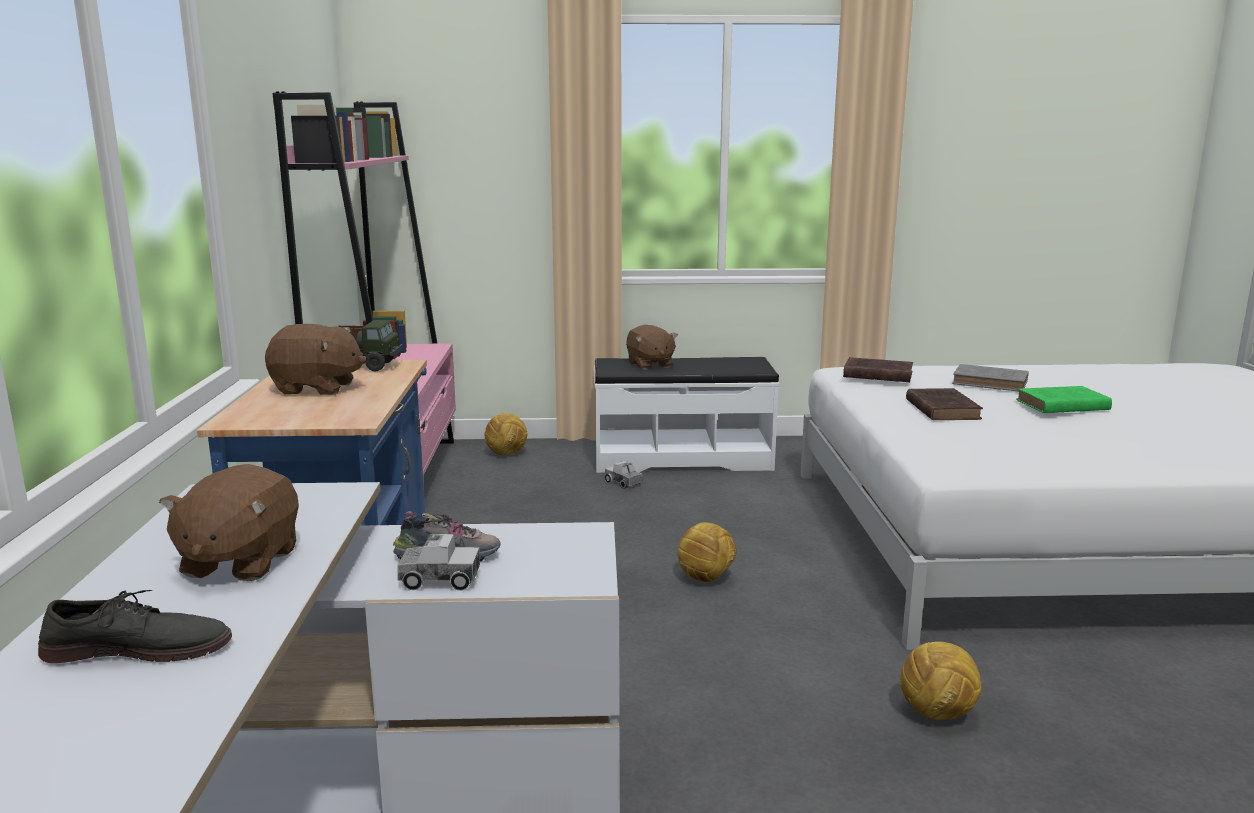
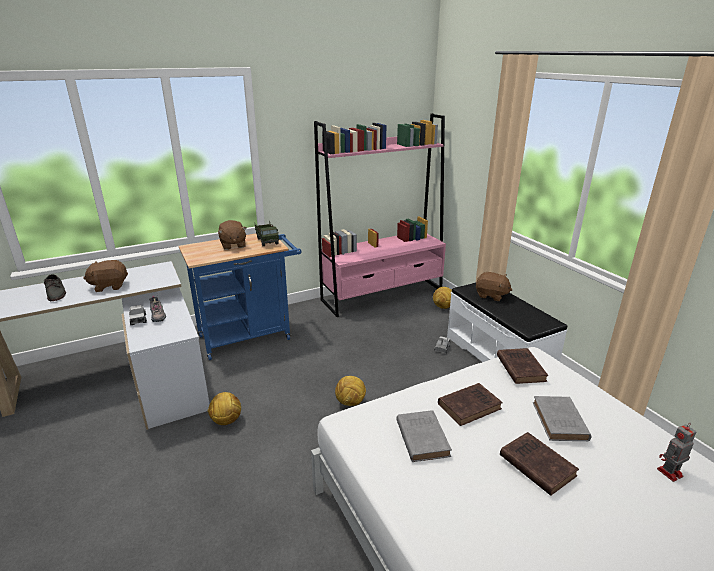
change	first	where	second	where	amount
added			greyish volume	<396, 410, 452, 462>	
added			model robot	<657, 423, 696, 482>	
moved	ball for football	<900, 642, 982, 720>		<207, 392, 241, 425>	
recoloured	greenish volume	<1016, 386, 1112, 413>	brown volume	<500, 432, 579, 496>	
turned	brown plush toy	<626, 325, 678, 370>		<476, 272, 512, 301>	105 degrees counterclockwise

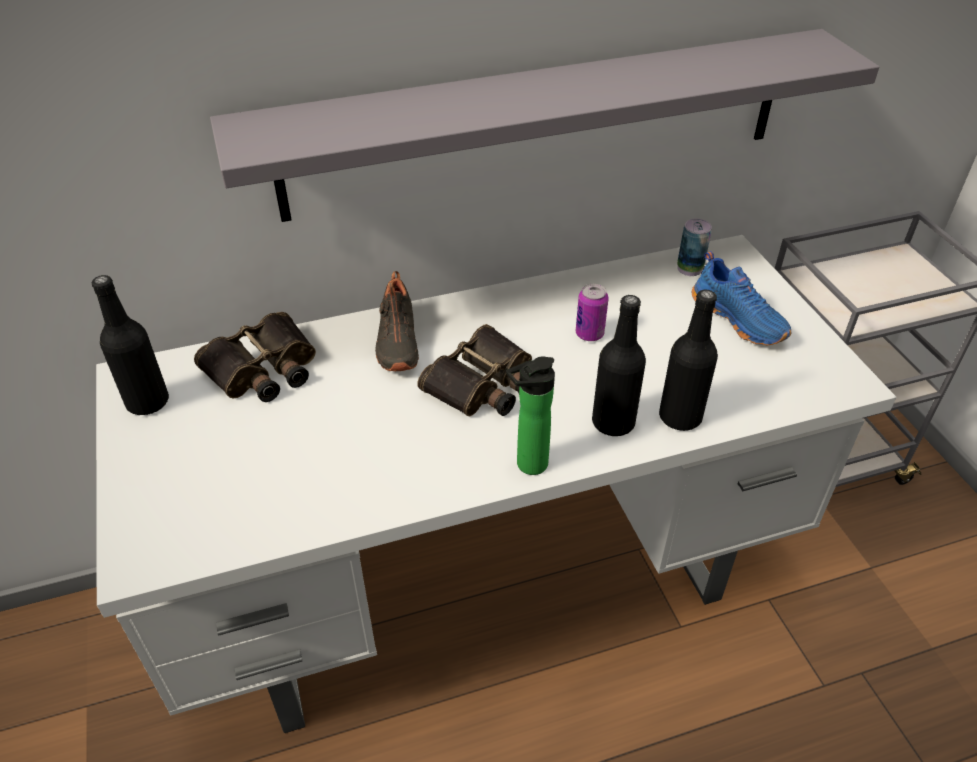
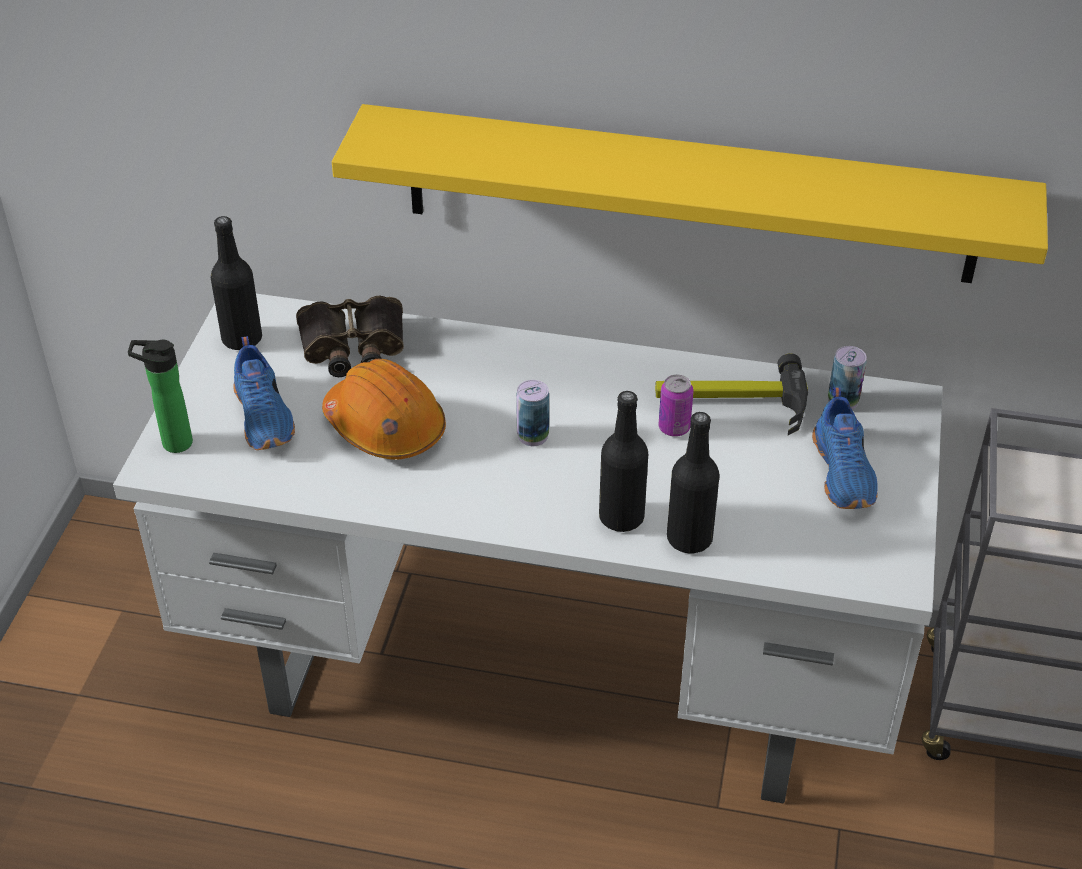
change	first	where	second	where	amount
removed	black-coloured low shoe	<375, 271, 419, 371>			
added			blue-coloured low shoe	<233, 336, 295, 450>	
added			orangey work helmet	<322, 359, 446, 460>	
added			tool hammer	<655, 353, 808, 435>	
moved	drink bottle	<506, 356, 555, 475>		<128, 340, 193, 453>	
replaced	field glasses	<417, 324, 532, 416>	metal can	<516, 380, 549, 446>	
recoloured	greyish bracket shelf	<210, 29, 879, 222>	yellow-coloured bracket shelf	<332, 104, 1048, 283>	

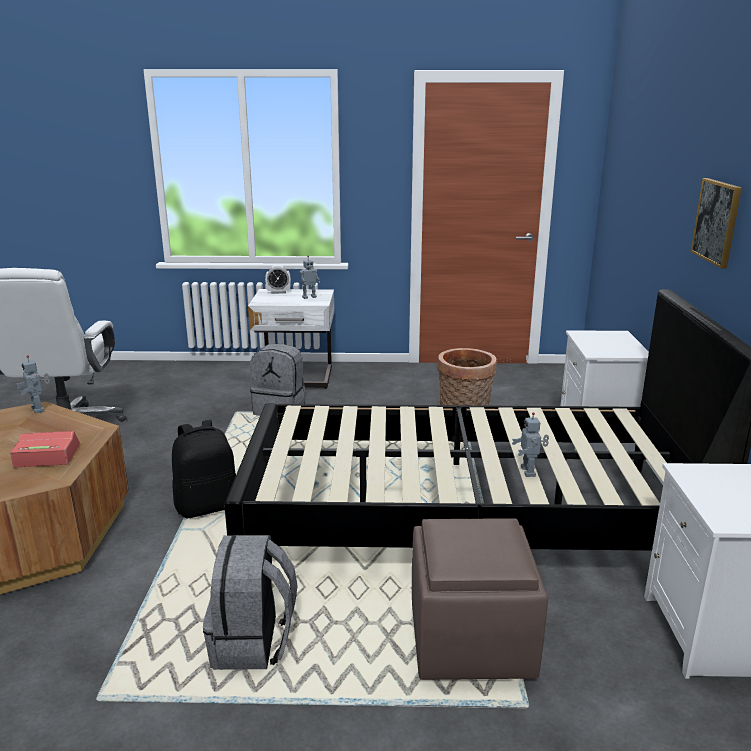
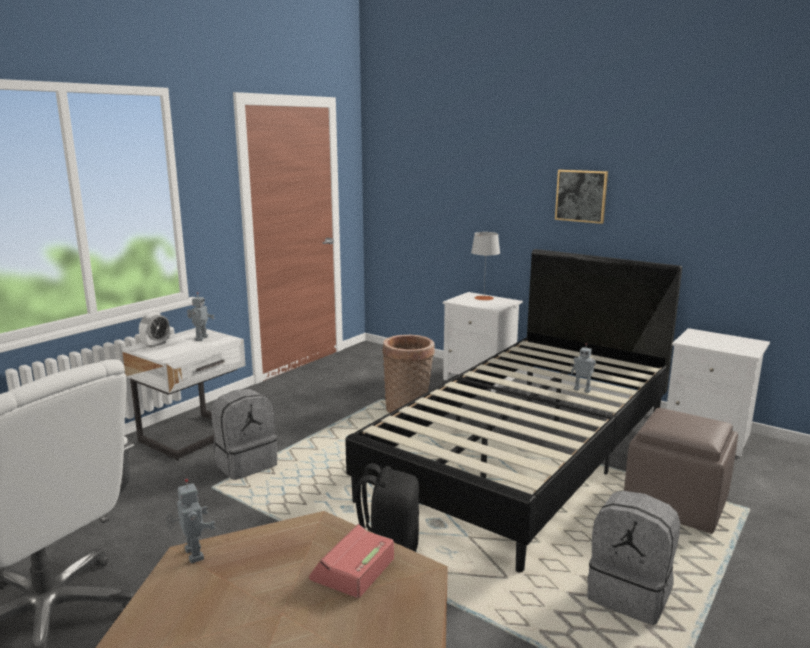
change	first	where	second	where	amount
added			greyish table lamp	<471, 232, 500, 300>	
turned	model robot	<16, 355, 50, 414>		<165, 479, 215, 563>	120 degrees counterclockwise

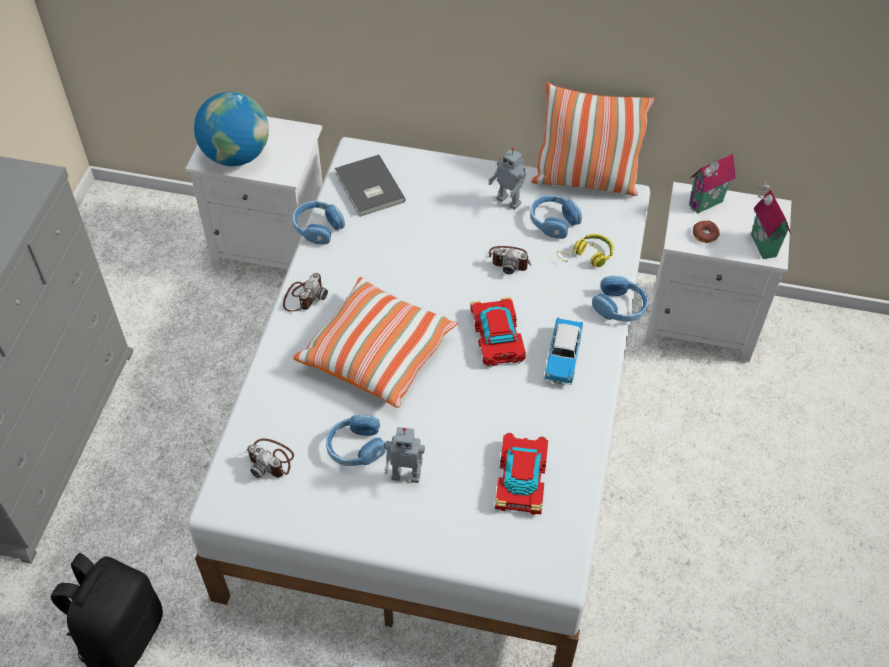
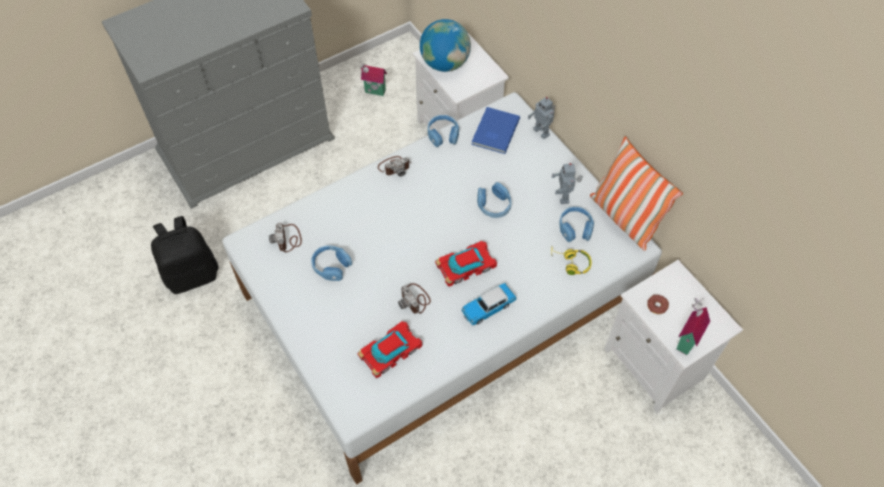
change	first	where	second	where	amount
removed	pillow	<293, 277, 458, 408>			
moved	model robot	<385, 427, 425, 483>		<527, 97, 555, 139>	
moved	still camera	<488, 246, 532, 274>		<398, 283, 431, 314>	
moved	blue-coloured headphones	<592, 276, 648, 322>		<477, 182, 511, 218>	
moved	miniature house	<689, 154, 736, 213>		<359, 62, 387, 96>	
recoloured	greyish volume	<335, 155, 406, 217>	blue-coloured volume	<471, 107, 520, 154>	
turned	toy car	<470, 297, 526, 367>		<435, 241, 497, 287>	150 degrees counterclockwise

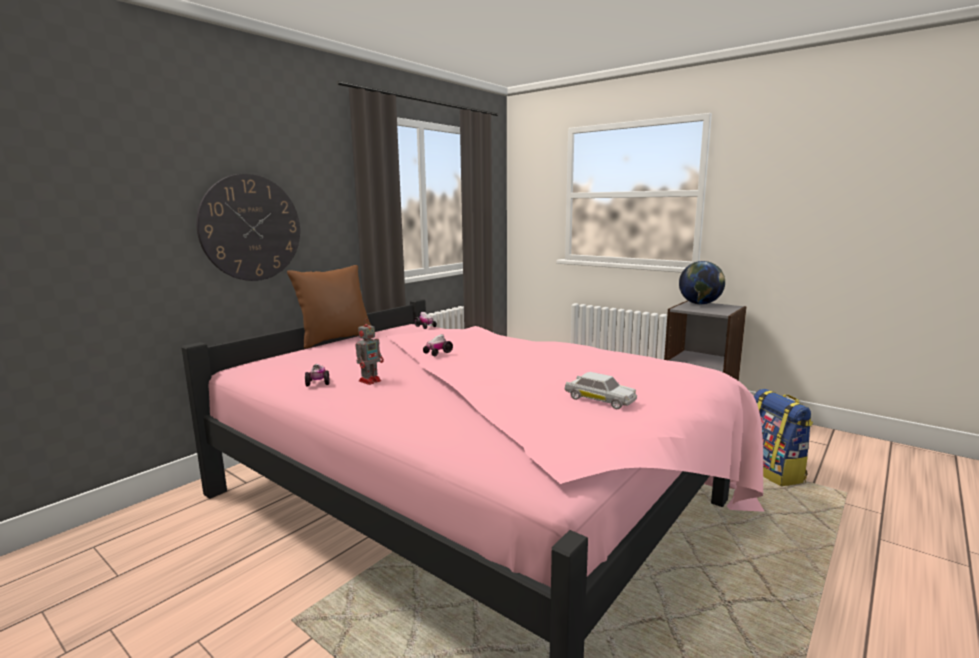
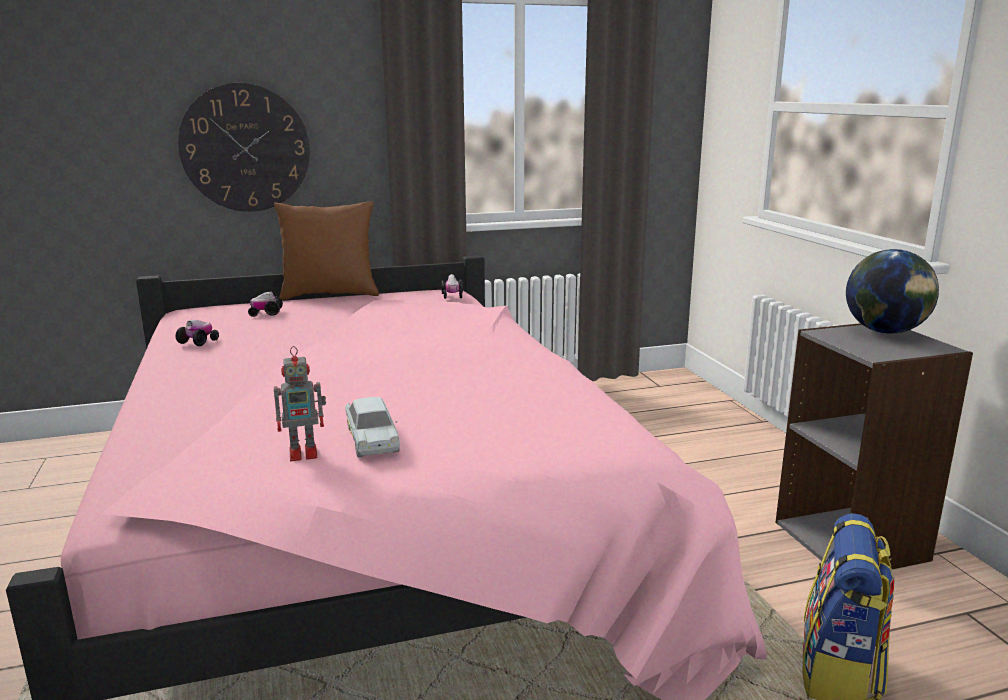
change	first	where	second	where	amount
moved	model robot	<356, 320, 384, 385>		<274, 346, 326, 461>	
moved	toy car	<423, 334, 453, 356>		<248, 292, 283, 317>	

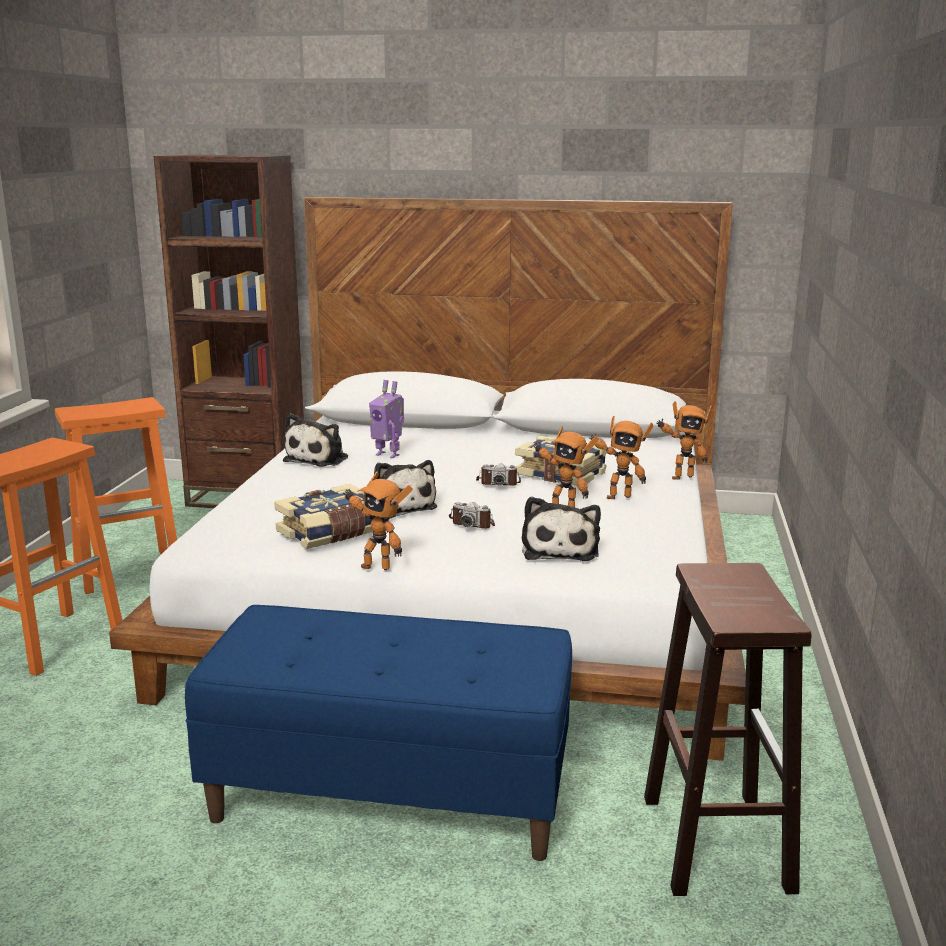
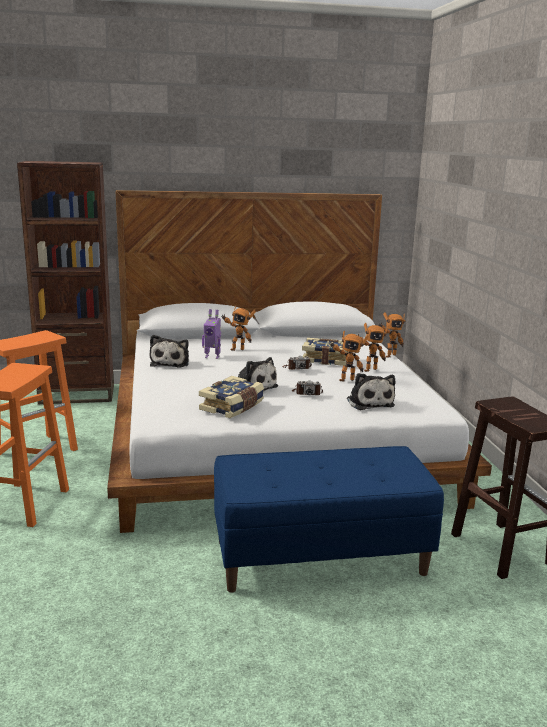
change	first	where	second	where	amount
moved	model robot	<343, 471, 413, 570>		<222, 306, 256, 351>	

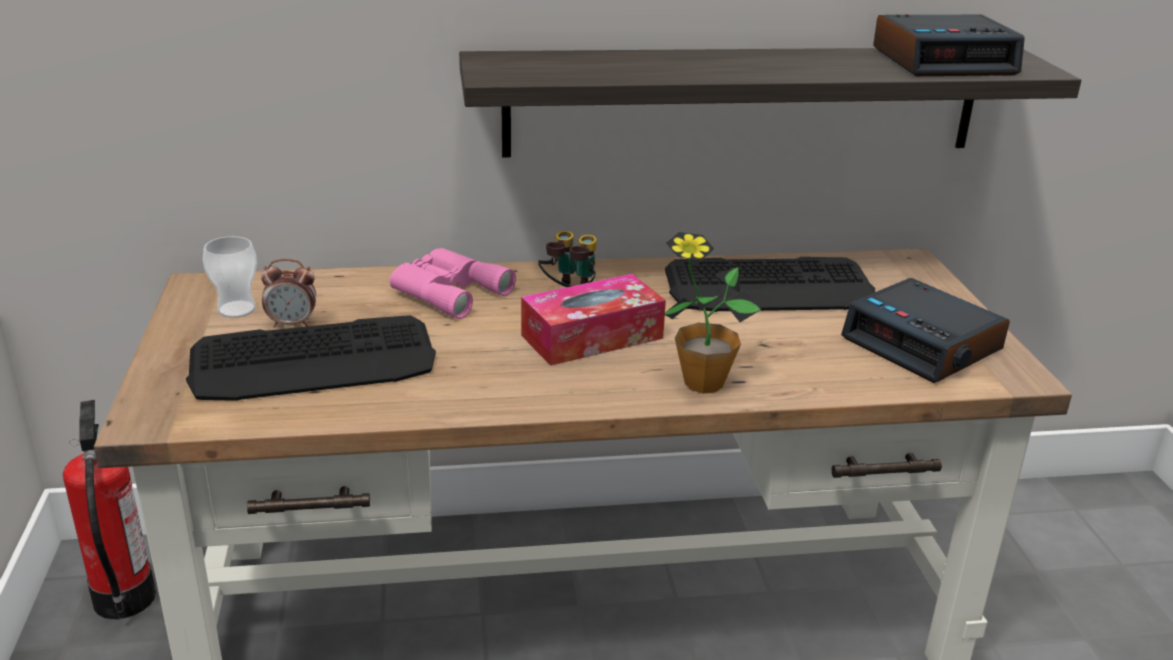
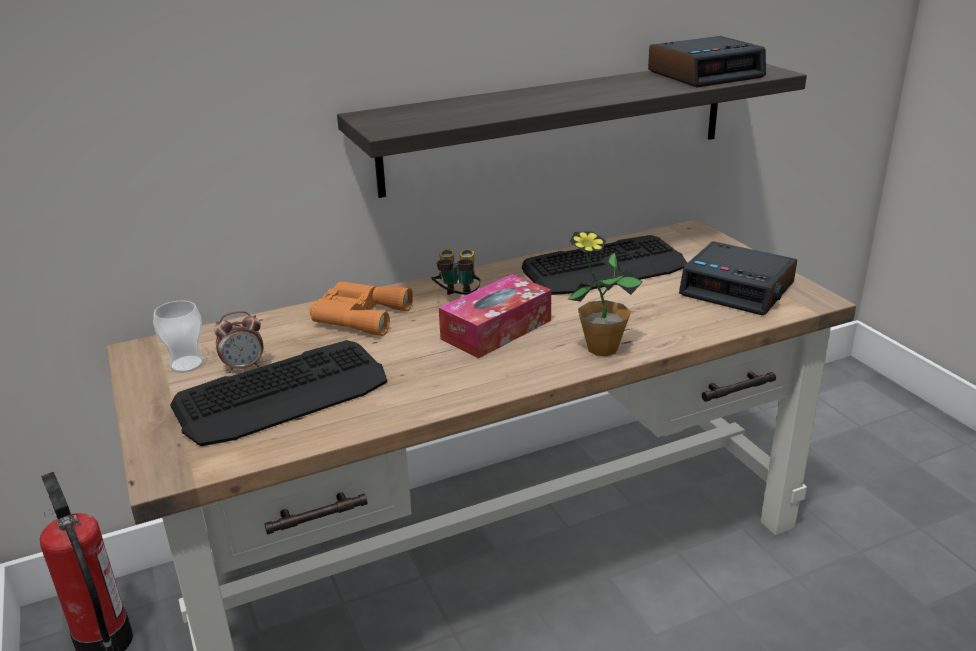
change	first	where	second	where	amount
recoloured	pink-coloured field glasses	<390, 248, 516, 319>	orangey field glasses	<310, 281, 413, 336>	

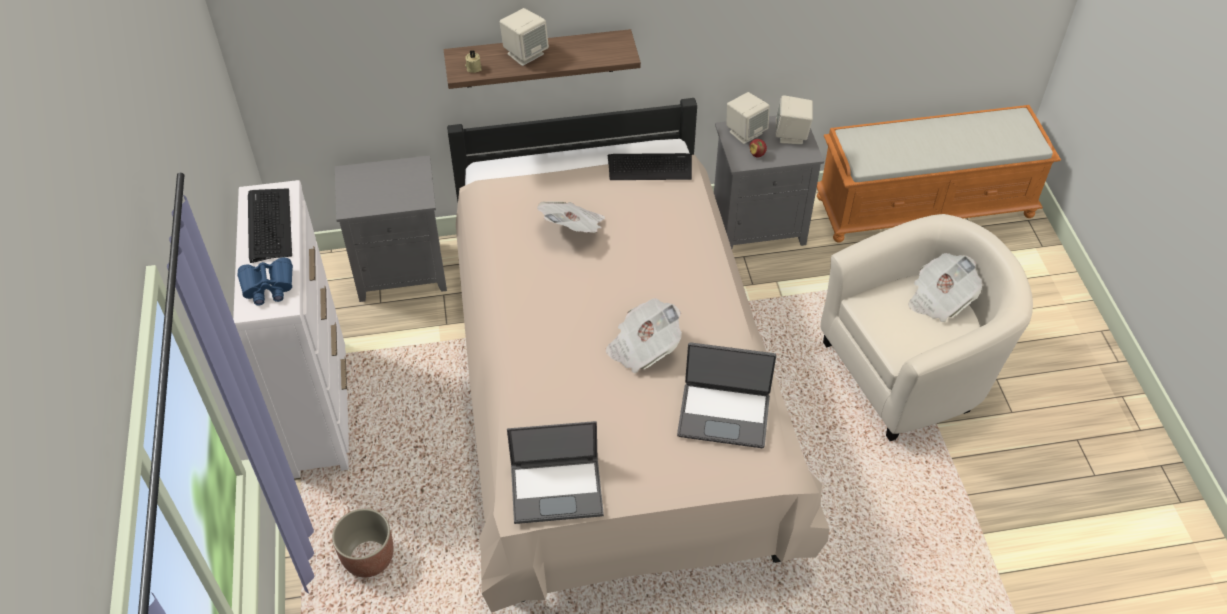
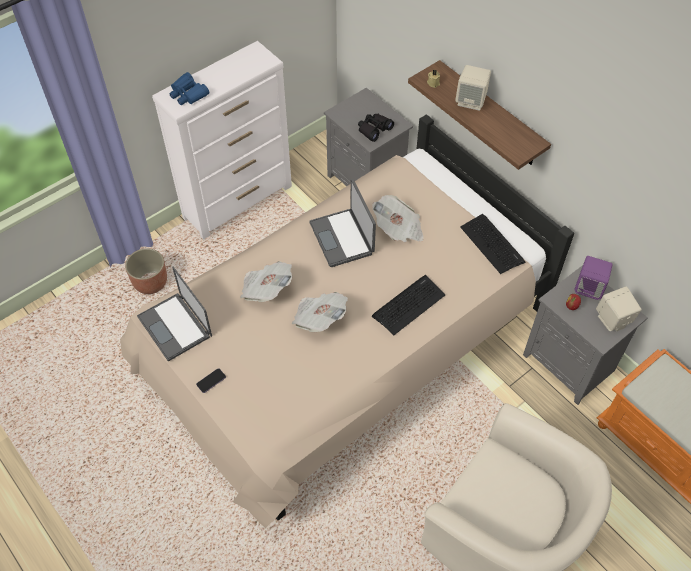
change	first	where	second	where	amount
added			phone	<196, 368, 226, 393>	
added			black-coloured field glasses	<358, 114, 394, 142>	
moved	keyboard	<248, 188, 292, 263>		<372, 275, 446, 335>	
moved	notebook computer	<677, 342, 776, 448>		<309, 179, 376, 267>	
moved	printed paper	<908, 253, 982, 322>		<240, 261, 292, 302>	
recoloured	sand-coloured loudspeaker	<726, 92, 770, 144>	purple loudspeaker	<574, 256, 613, 300>	

